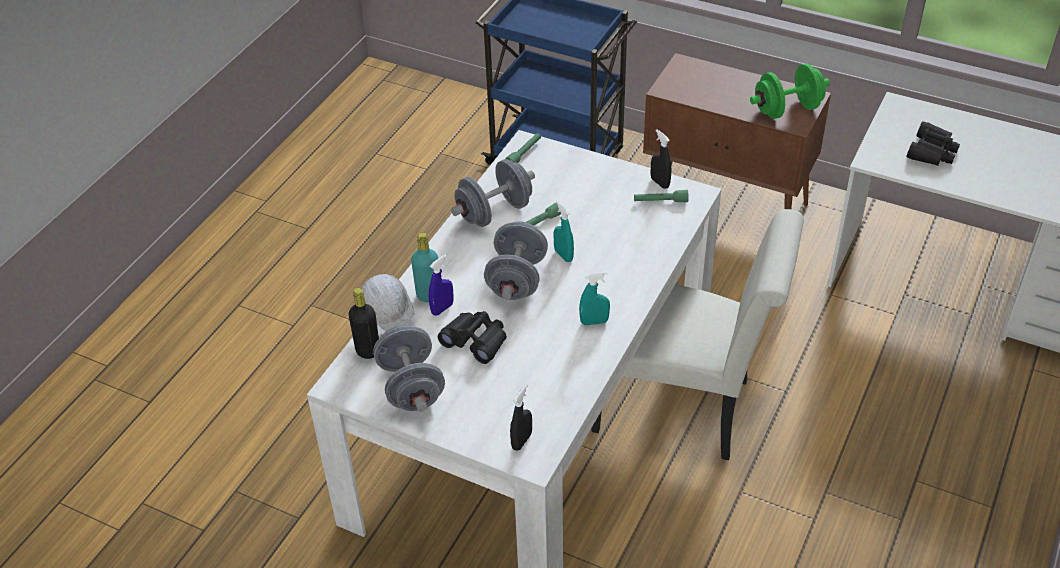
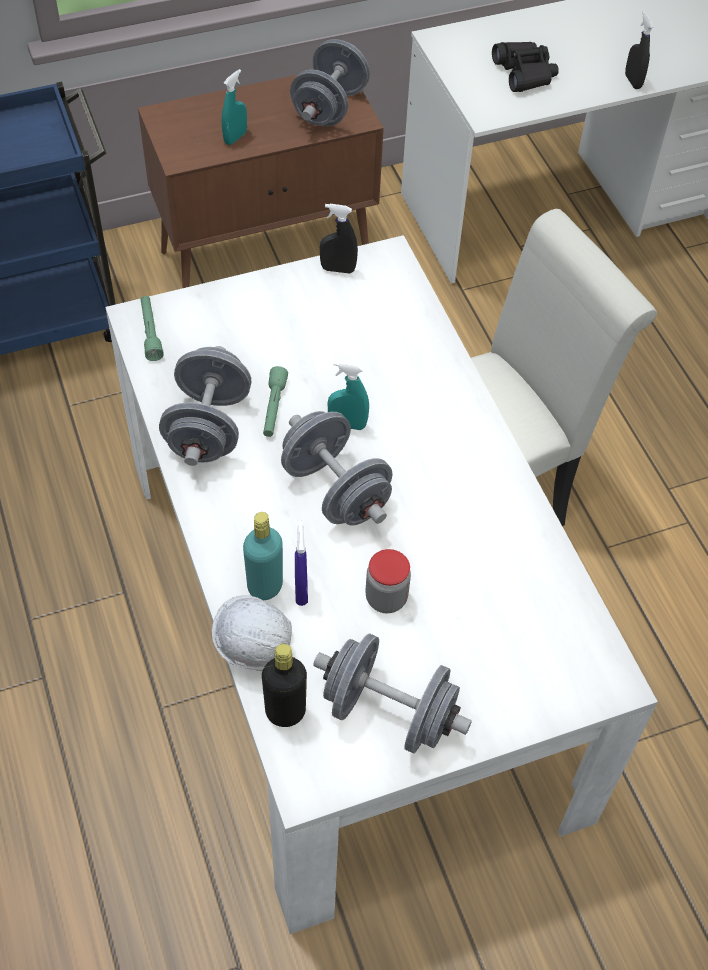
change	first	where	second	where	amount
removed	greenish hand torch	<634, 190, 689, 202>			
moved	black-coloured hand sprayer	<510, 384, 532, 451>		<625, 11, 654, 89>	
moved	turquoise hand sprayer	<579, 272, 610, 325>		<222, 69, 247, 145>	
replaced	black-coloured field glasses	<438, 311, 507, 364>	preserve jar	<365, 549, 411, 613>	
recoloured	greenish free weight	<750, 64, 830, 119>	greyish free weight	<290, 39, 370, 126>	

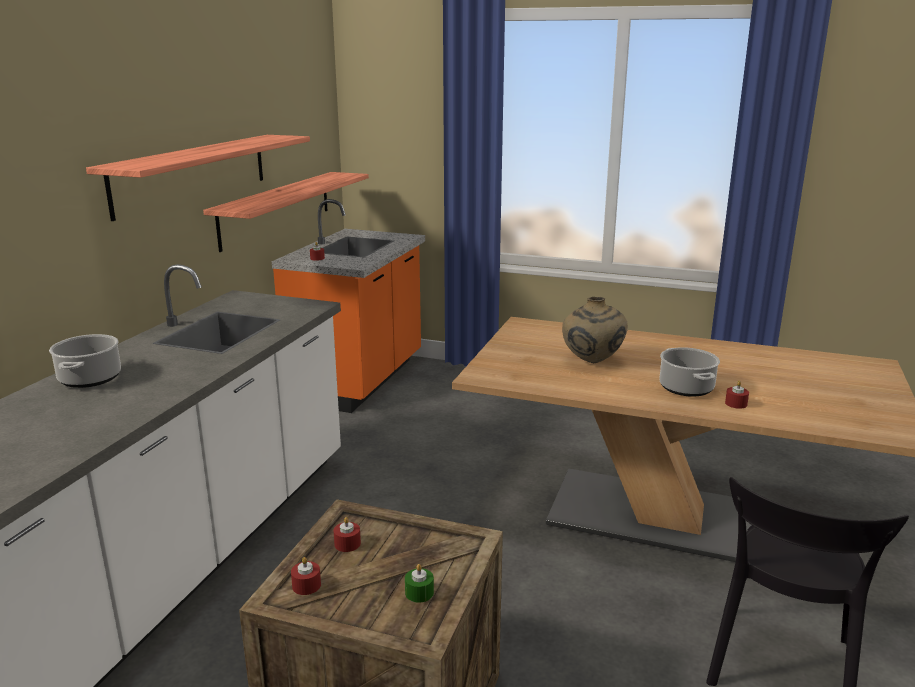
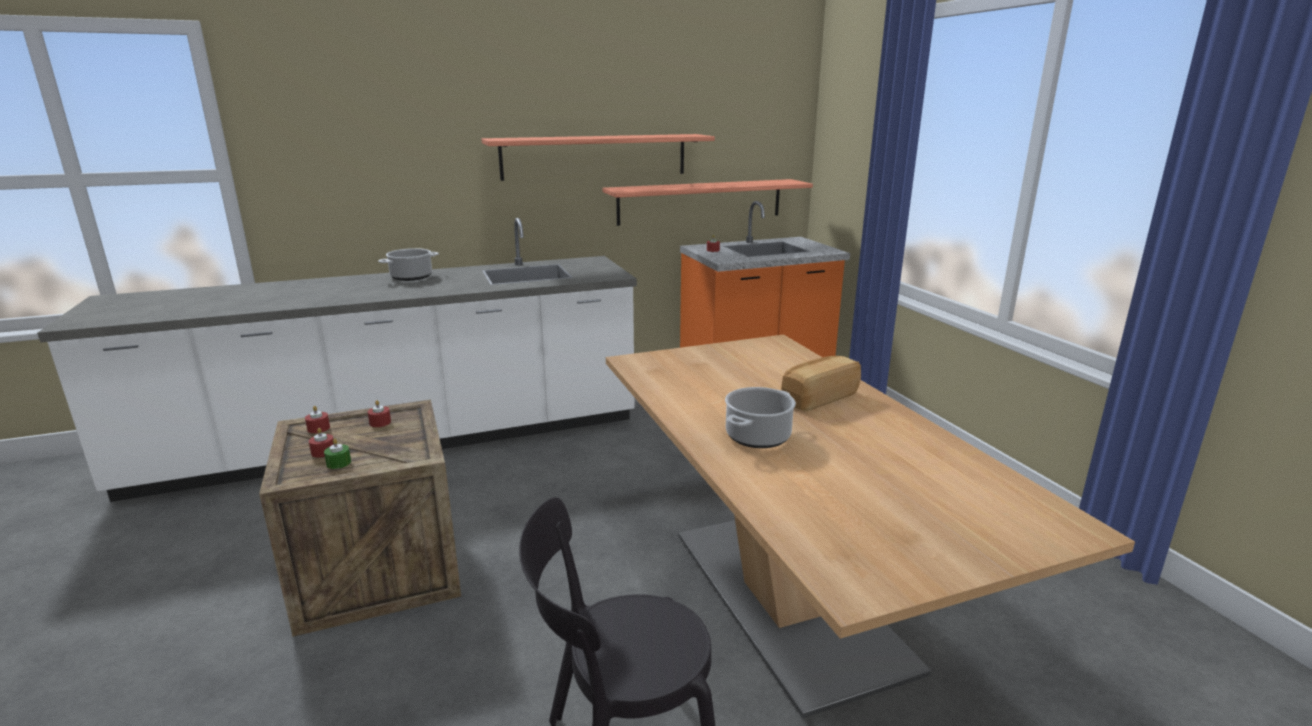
change	first	where	second	where	amount
removed	sand-coloured flower vase	<562, 297, 628, 363>			
added			bakery bread	<781, 356, 861, 412>	
moved	reddish wax candle	<725, 381, 749, 409>		<309, 428, 334, 458>	

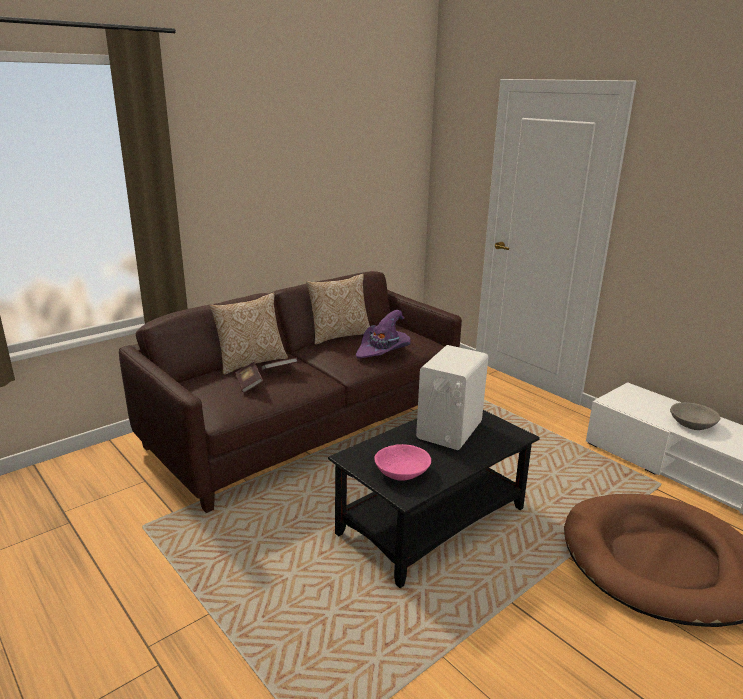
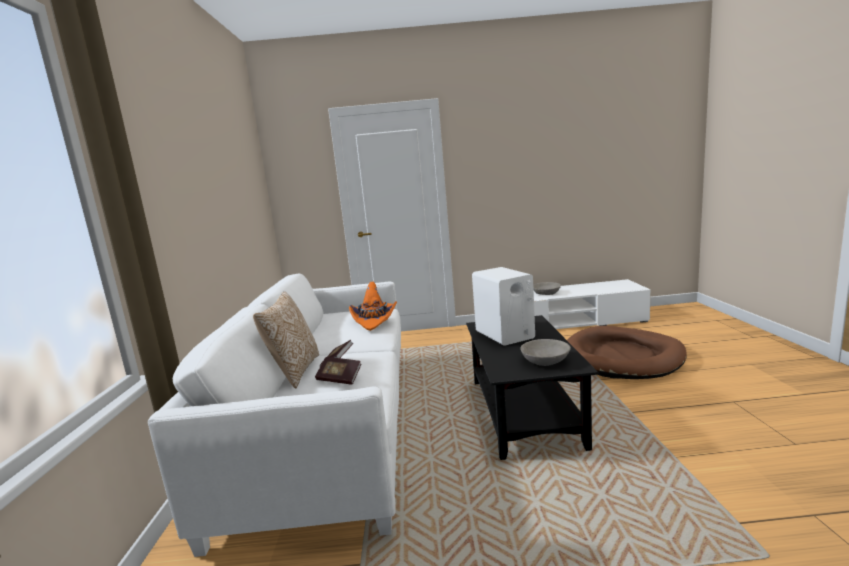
change	first	where	second	where	amount
removed	pillow	<306, 274, 370, 345>			
recoloured	brown couch	<119, 271, 462, 513>	white couch	<148, 273, 401, 557>	
recoloured	purple hat	<356, 310, 411, 359>	orangey hat	<349, 282, 397, 331>	
recoloured	pink-coloured bowl	<374, 444, 431, 481>	greyish bowl	<520, 339, 571, 366>	

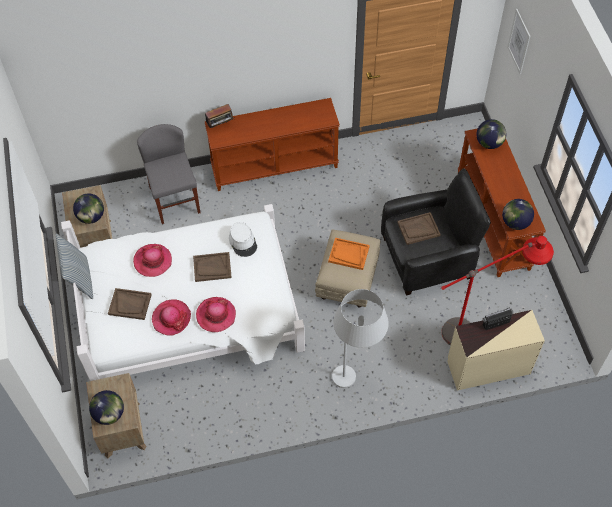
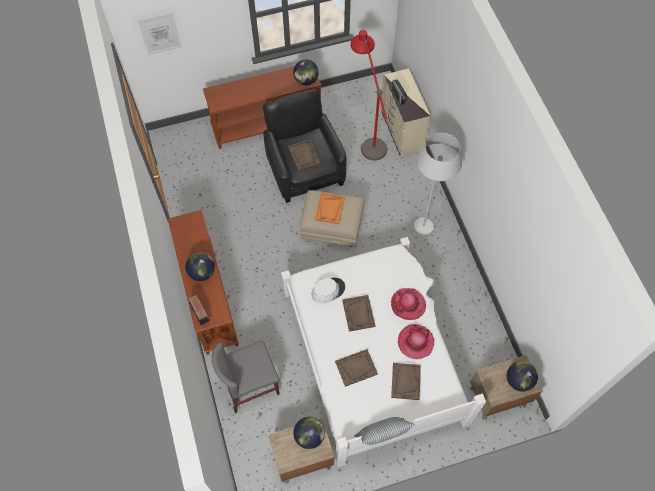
change	first	where	second	where	amount
moved	world globe	<476, 119, 506, 149>		<185, 252, 215, 281>	
replaced	hat	<133, 244, 172, 277>	brown tray	<335, 349, 378, 387>	

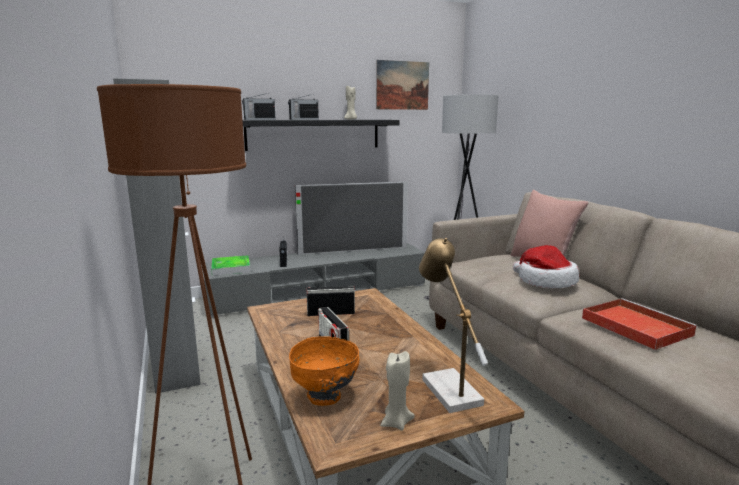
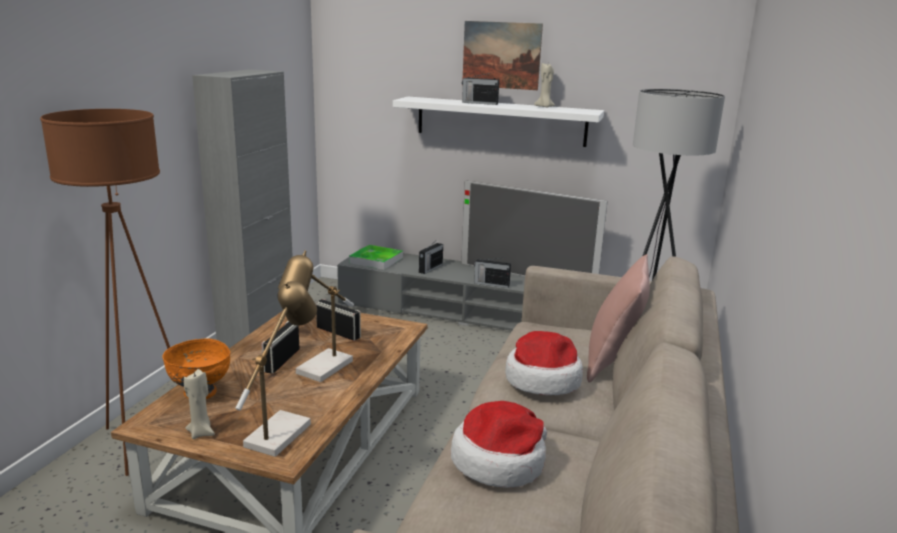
change	first	where	second	where	amount
added			table lamp	<278, 250, 354, 382>	
moved	radio set	<242, 93, 276, 120>		<474, 258, 511, 288>	
moved	wall art	<376, 60, 429, 110>		<462, 21, 543, 90>	
replaced	reddish tray	<582, 298, 698, 350>	hat	<451, 401, 547, 488>	
recoloured	black-coloured bracket shelf	<243, 120, 399, 151>	white bracket shelf	<393, 97, 604, 147>	

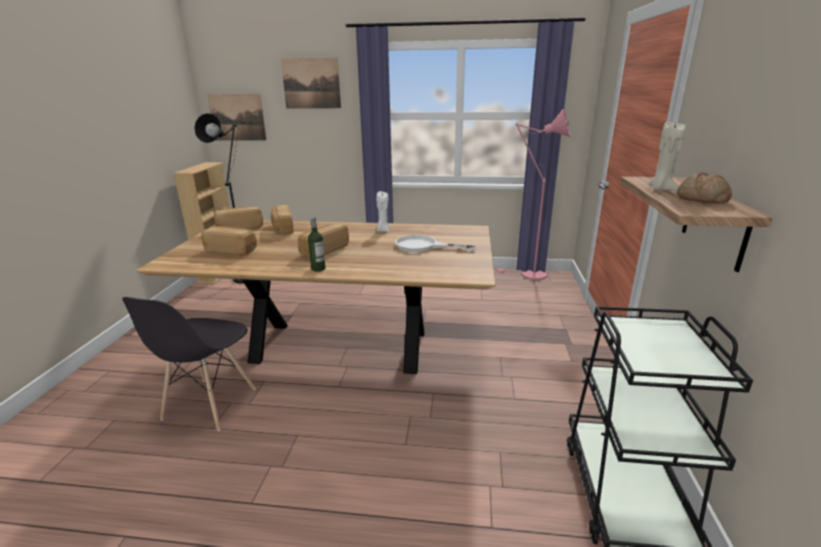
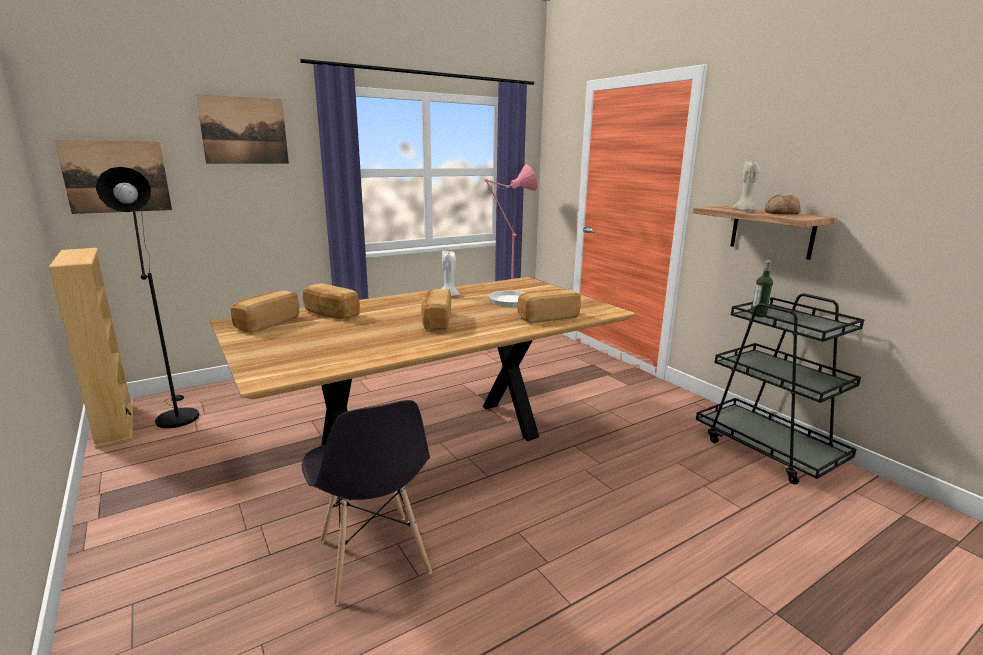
change	first	where	second	where	amount
moved	bakery bread	<201, 226, 257, 256>		<517, 289, 581, 323>	
moved	drink bottle	<308, 217, 325, 272>		<751, 260, 773, 317>	

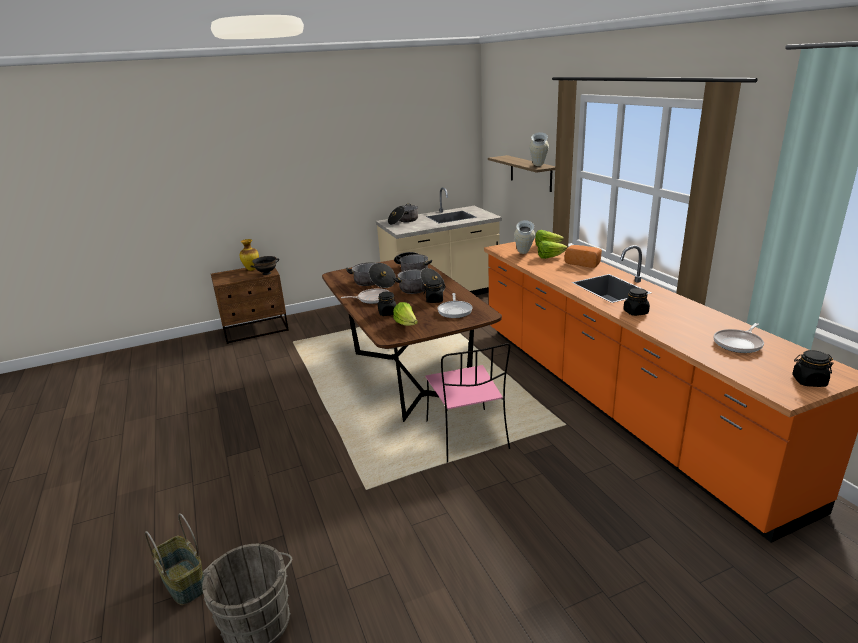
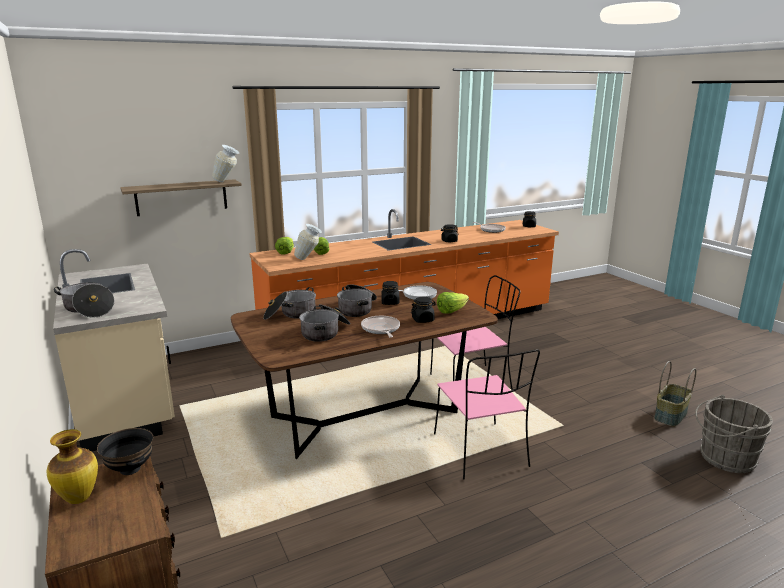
change	first	where	second	where	amount
removed	bakery bread	<565, 245, 602, 268>			
added			pink-coloured plain chair	<434, 349, 540, 479>	
moved	storage basket	<145, 513, 204, 605>		<654, 361, 696, 427>	

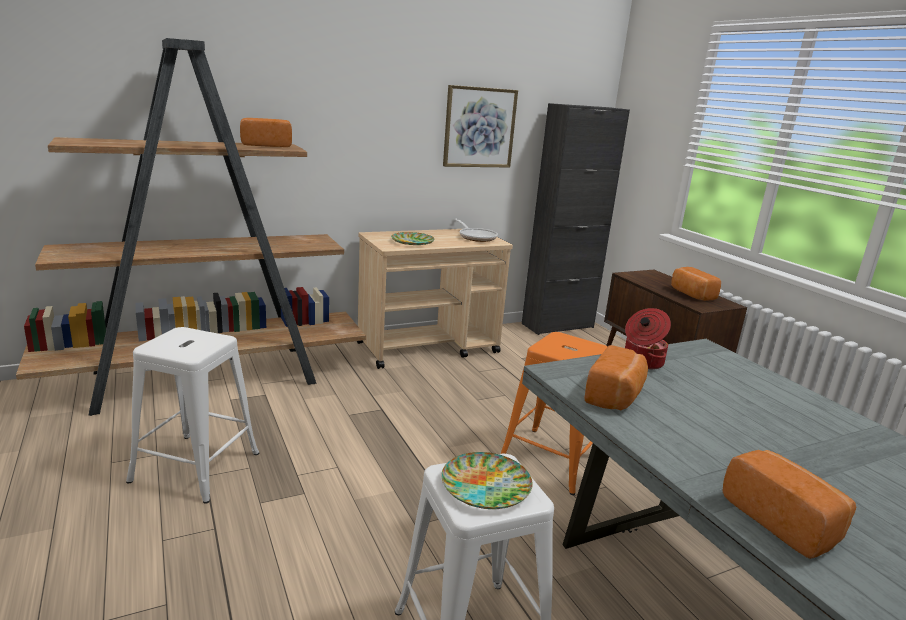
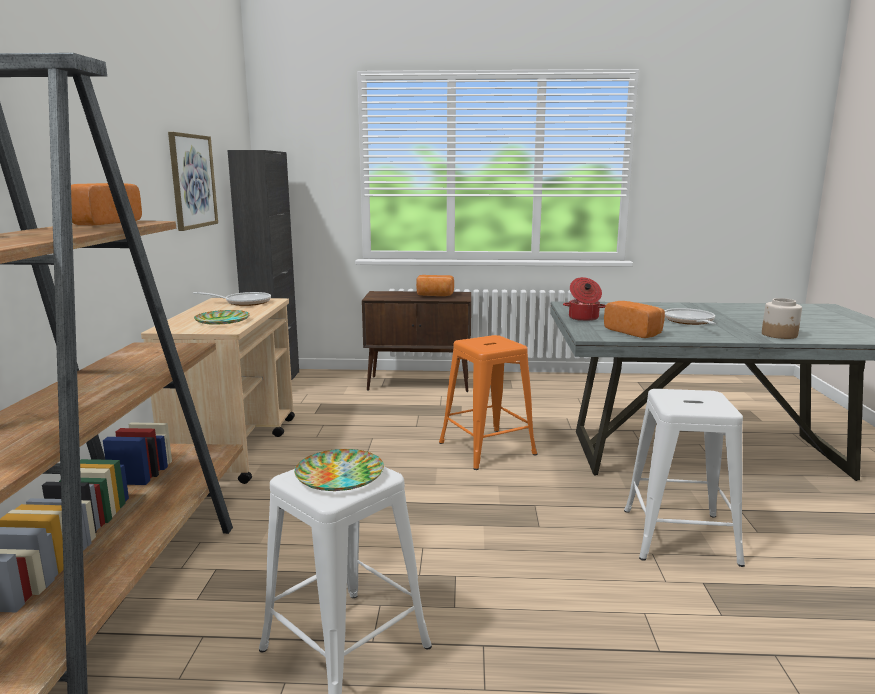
change	first	where	second	where	amount
added			pan	<664, 308, 716, 325>	
moved	dinner plate	<441, 452, 533, 509>		<294, 449, 384, 491>	
replaced	bakery bread	<723, 450, 856, 559>	preserve jar	<762, 298, 802, 339>	

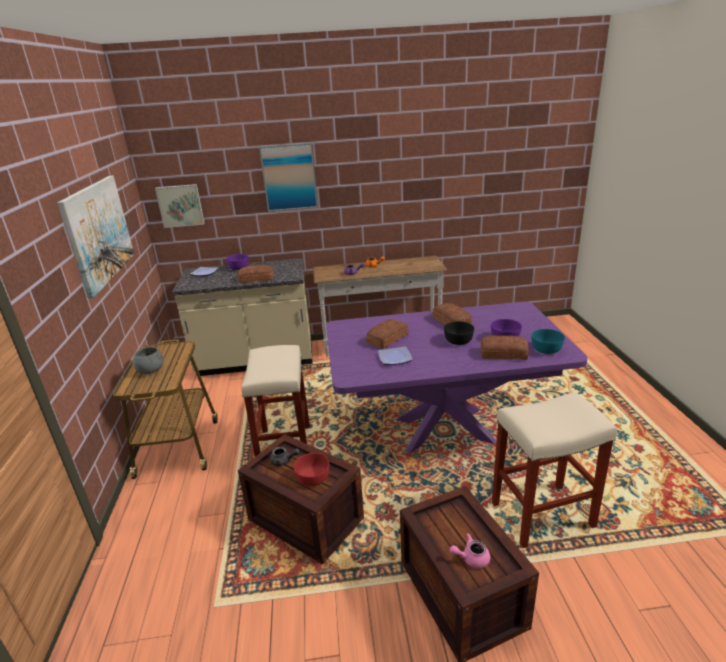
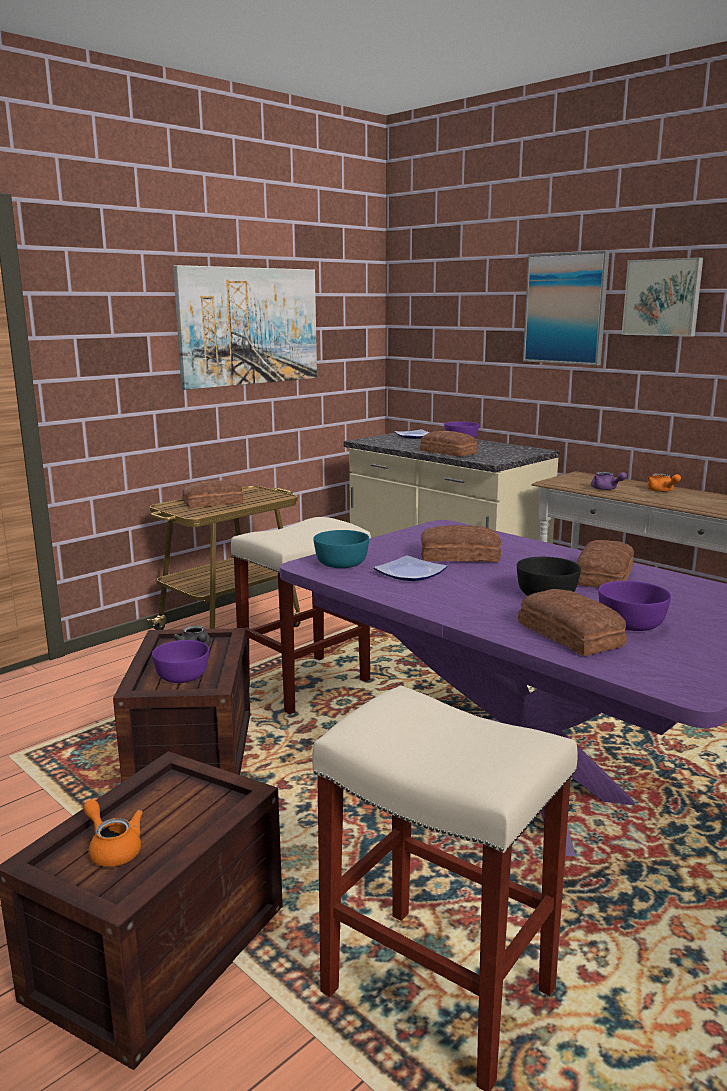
change	first	where	second	where	amount
moved	wall art	<155, 184, 205, 228>		<622, 257, 703, 337>	
moved	turquoise bowl	<531, 329, 565, 354>		<313, 530, 369, 568>	
replaced	greyish bowl	<133, 347, 164, 374>	bakery bread	<182, 480, 243, 508>	
recoloured	reddish bowl	<294, 453, 329, 486>	purple bowl	<152, 640, 209, 683>	
recoloured	pink-coloured teapot	<450, 533, 490, 569>	orangey teapot	<83, 800, 143, 867>	

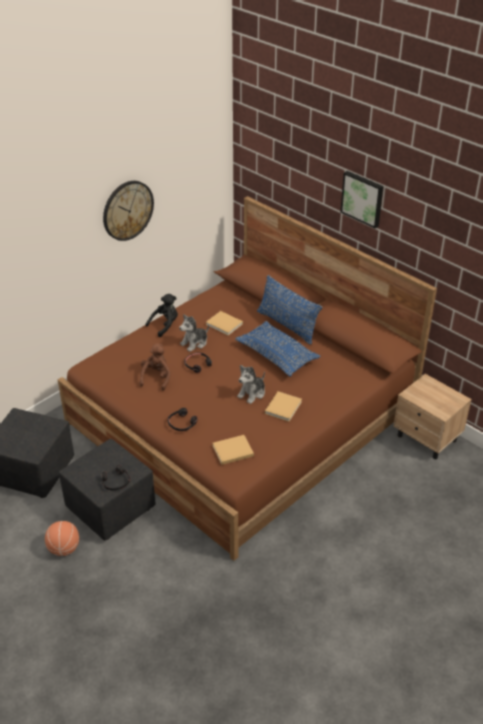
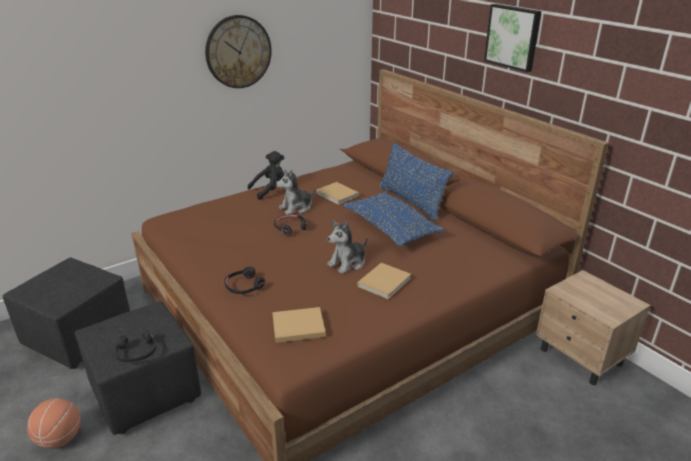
change	first	where	second	where	amount
removed	brown plush toy	<140, 343, 171, 391>			

